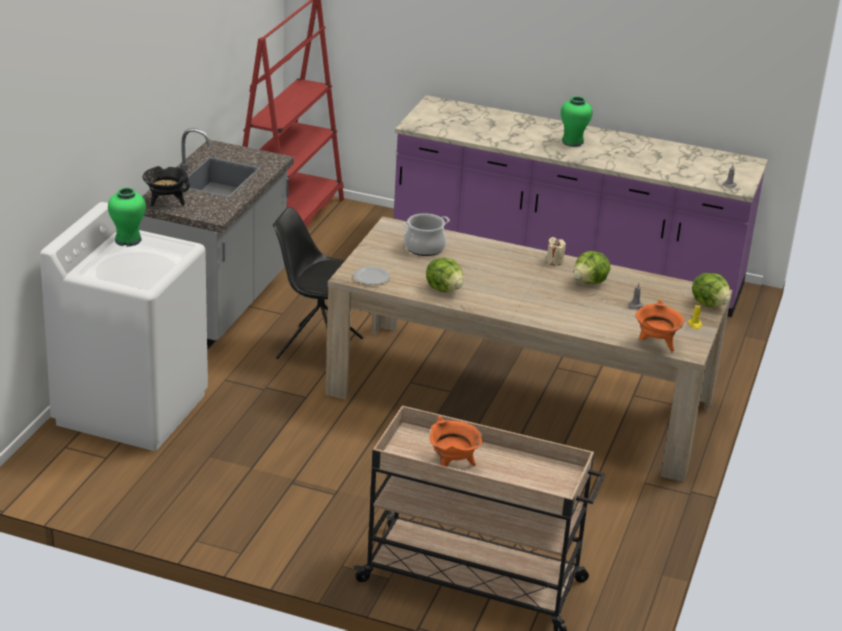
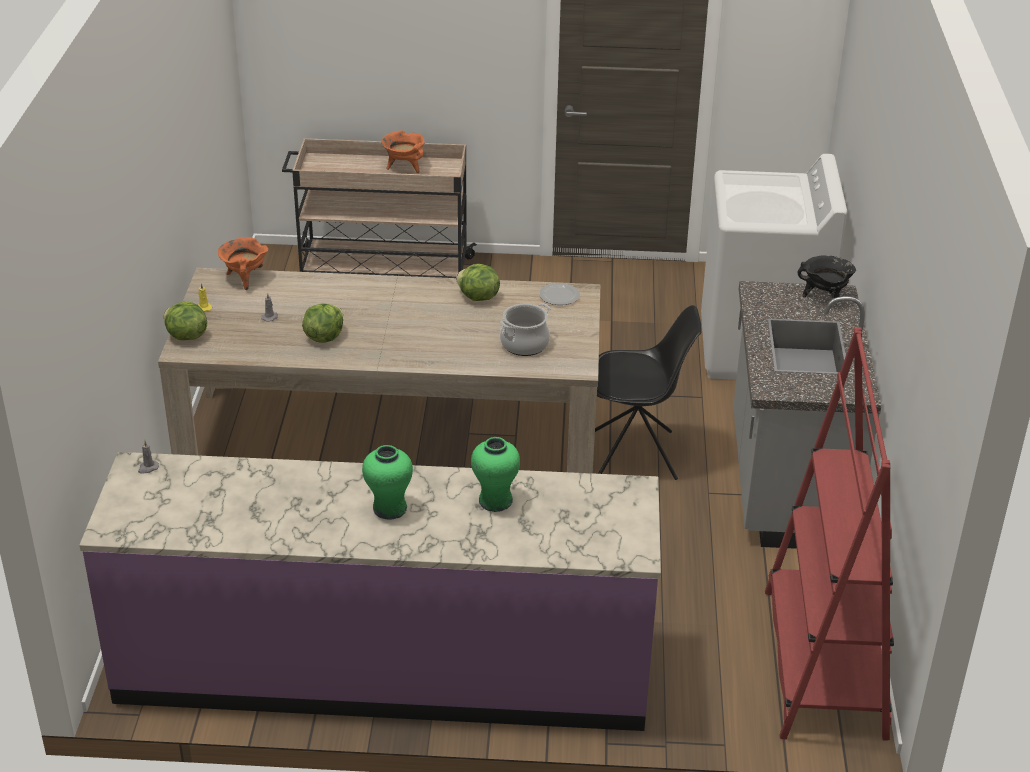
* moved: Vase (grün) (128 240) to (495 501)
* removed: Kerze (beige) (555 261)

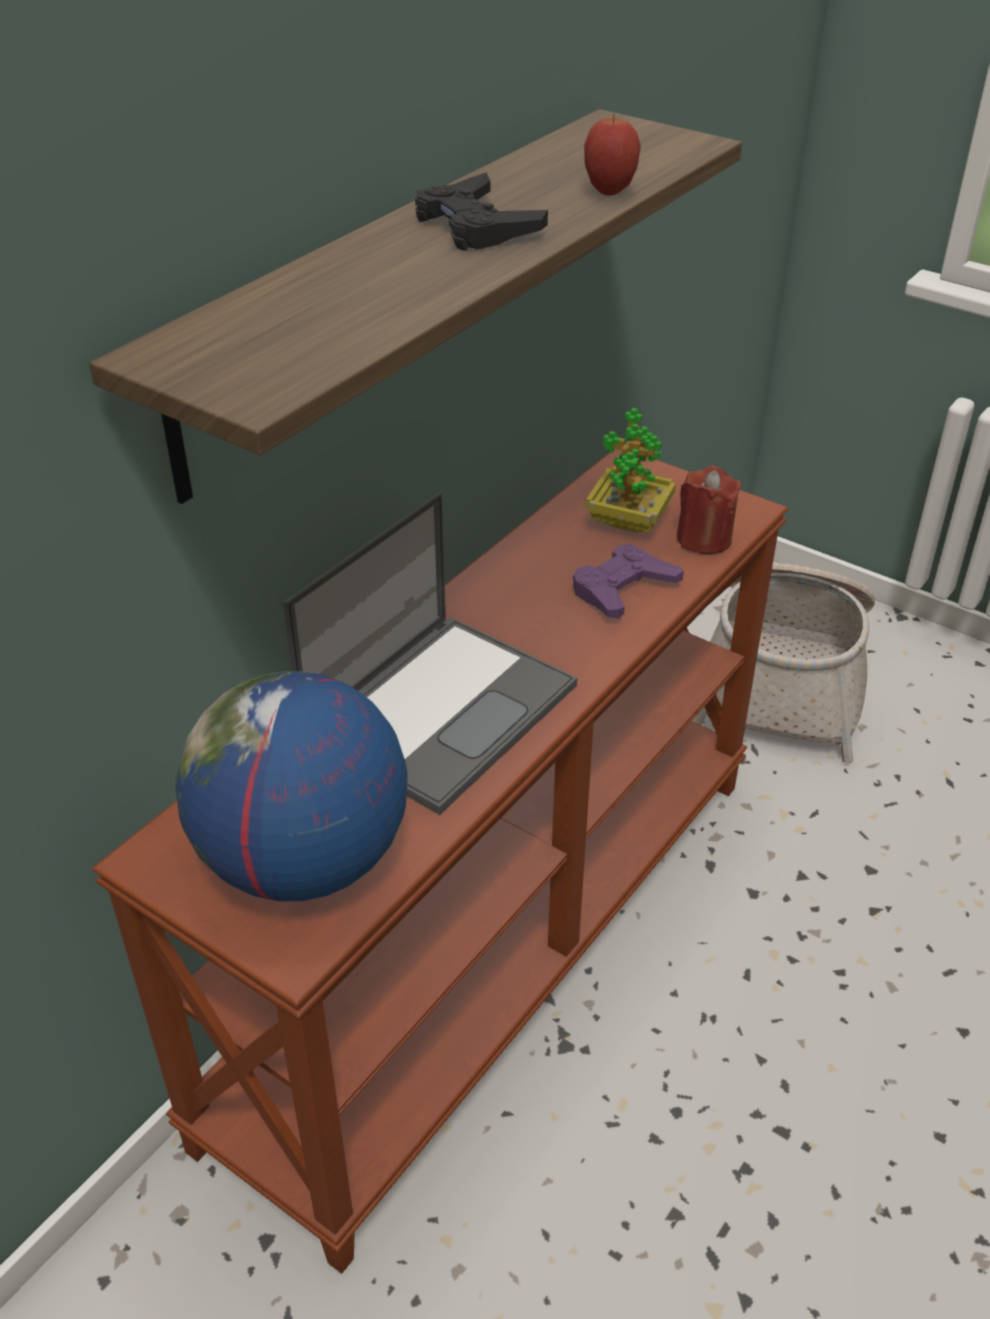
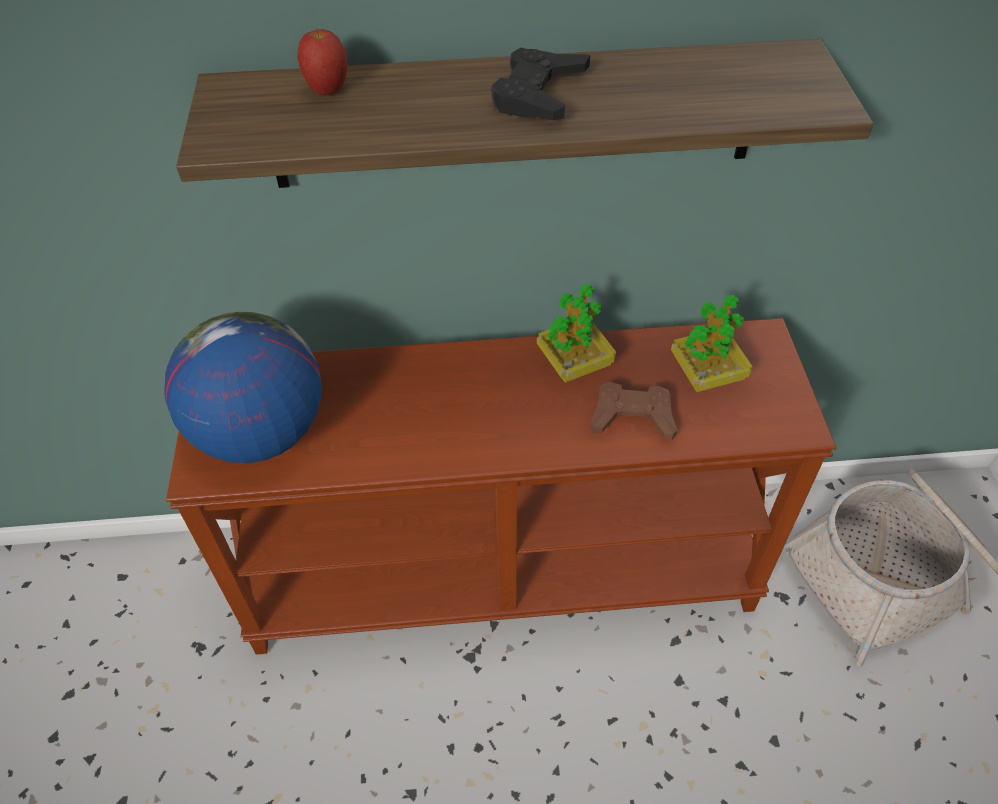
* removed: Laptop (442 708)
* recoloured: Gamepad (lila) (623 589) to Gamepad (braun) (632 417)
* moved: Apfel (609 191) to (328 91)
* removed: Kerze (rot) (704 539)
* added: Topfpflanze (574 365)

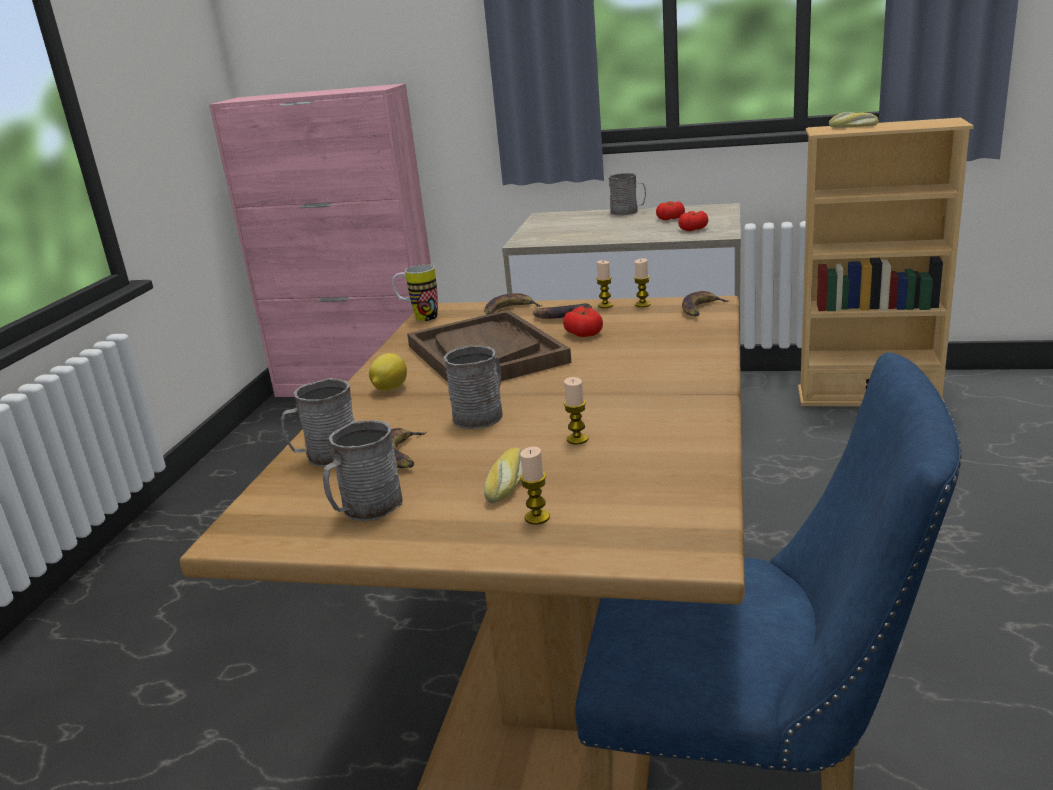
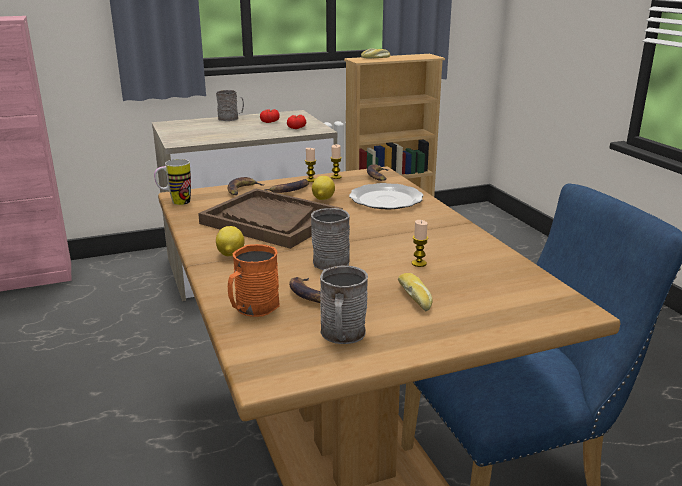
* recoloured: Henkelbecher (grau) (326 456) to Henkelbecher (orange) (253 308)
* removed: Kerze (537 517)
* replaced: Tomate (584 333) to Zitrone (322 199)
* added: Teller (387 200)

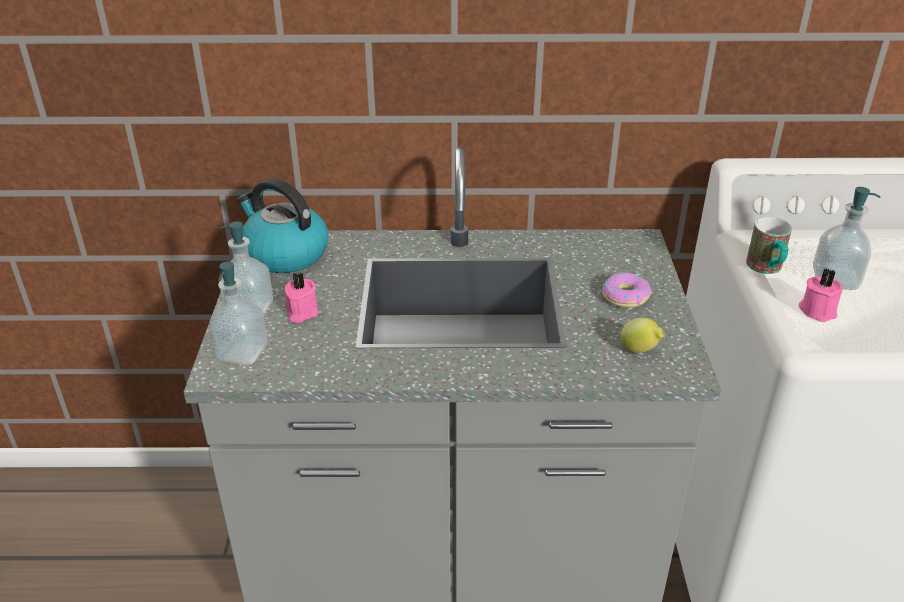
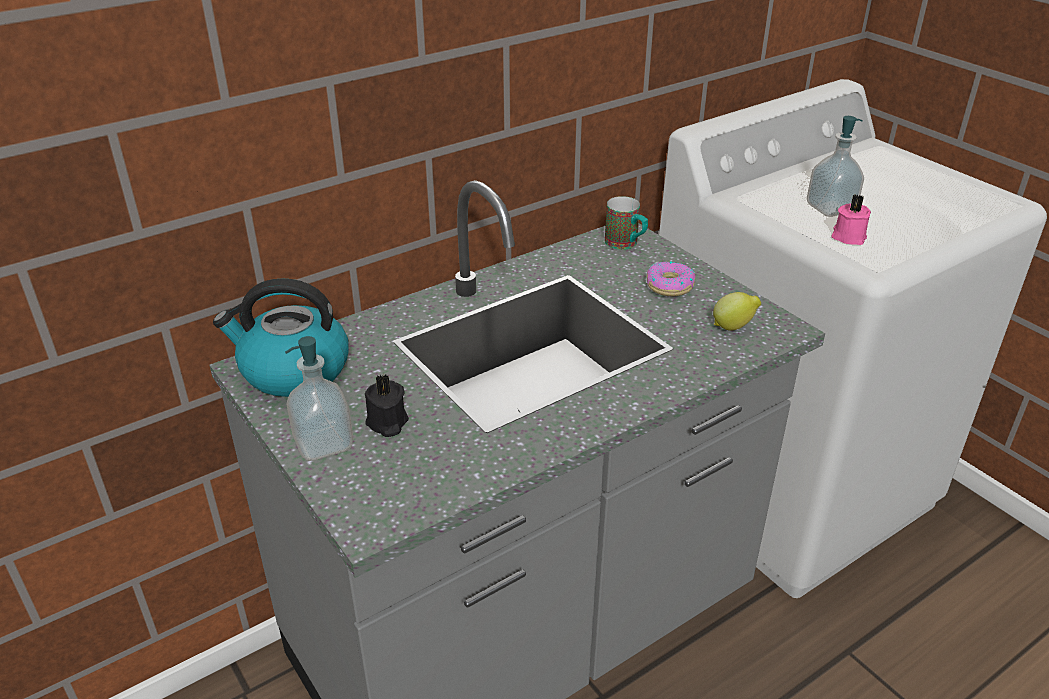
* removed: Seifenspender (242 352)
* recoloured: Kerze (rosa) (301 313) to Kerze (schwarz) (387 423)
* moved: Henkelbecher (766 269) to (626 245)

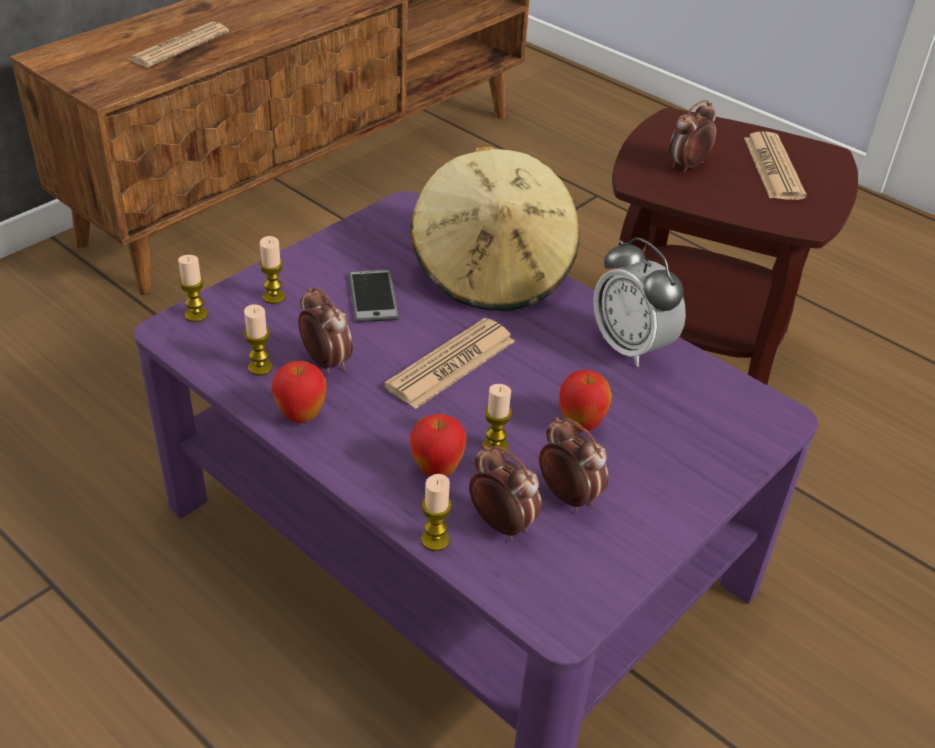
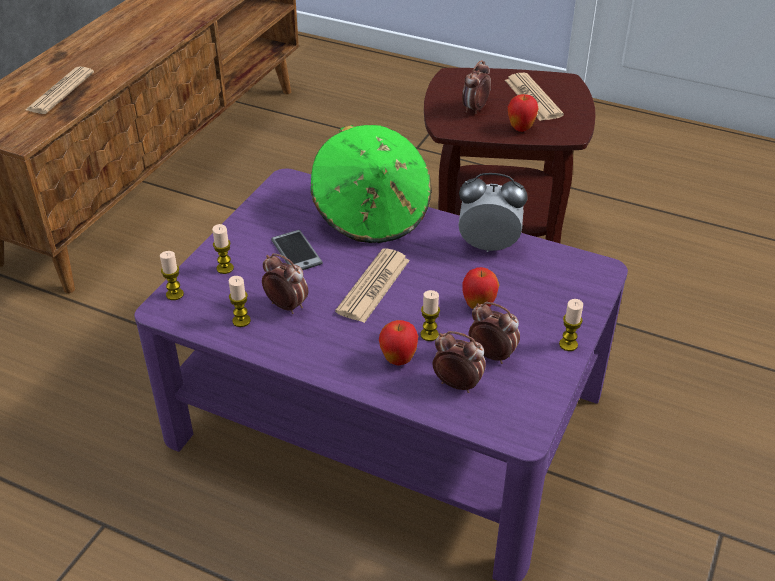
* moved: Apfel (301 416) to (520 128)
* recoloured: Hut (beige) (493 272) to Hut (grün) (372 214)
* moved: Kerze (435 540) to (568 344)
* turned: Wecker (631 347) = (488 245) 150 degrees clockwise

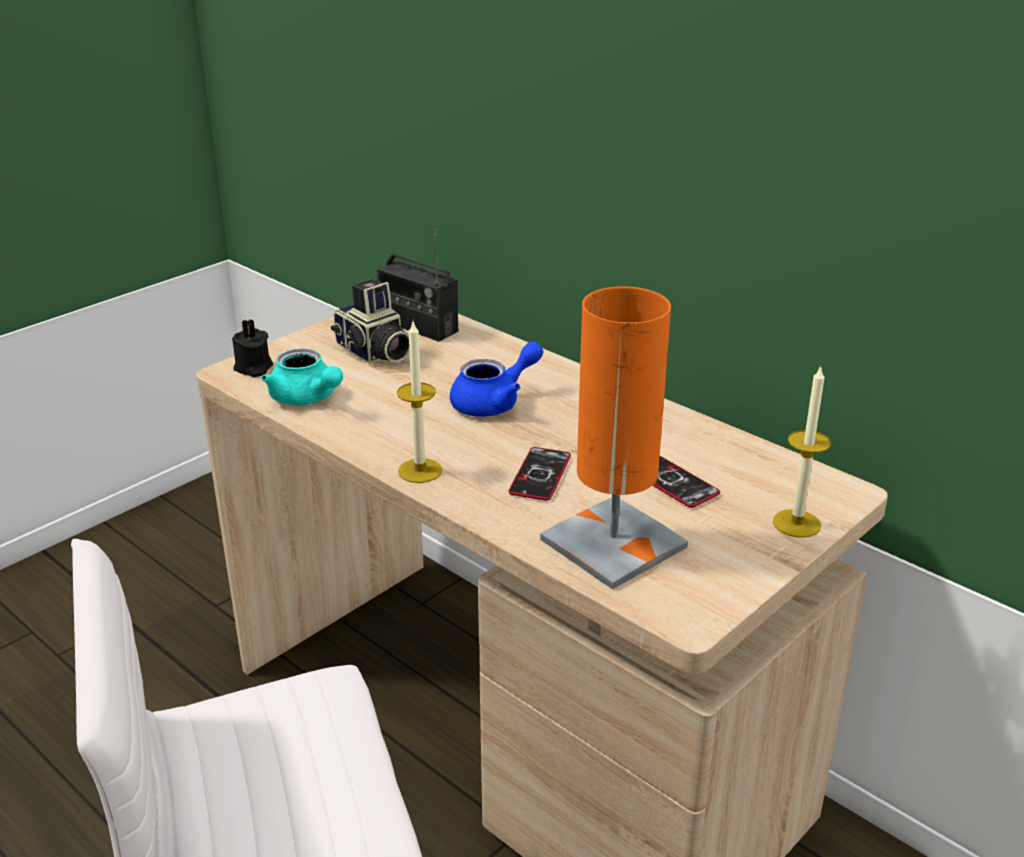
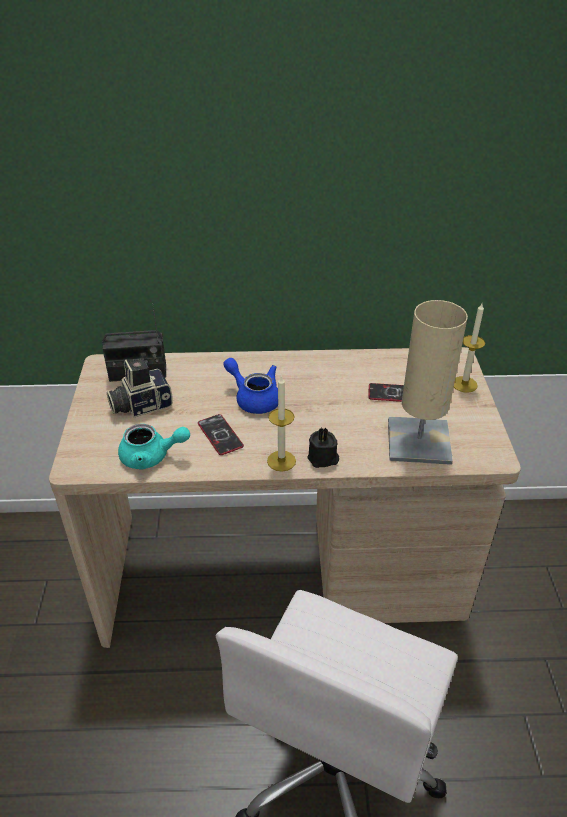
* moved: Kerze (schwarz) (253 368) to (323 459)
* turned: Kamera (373 353) = (140 405) 150 degrees clockwise
* turned: Teekanne (blau) (495 402) = (254 398) 60 degrees counterclockwise
* moved: Handy (540 475) to (220 435)
* recoloured: Tischlampe (orange) (613 543) to Tischlampe (beige) (418 441)

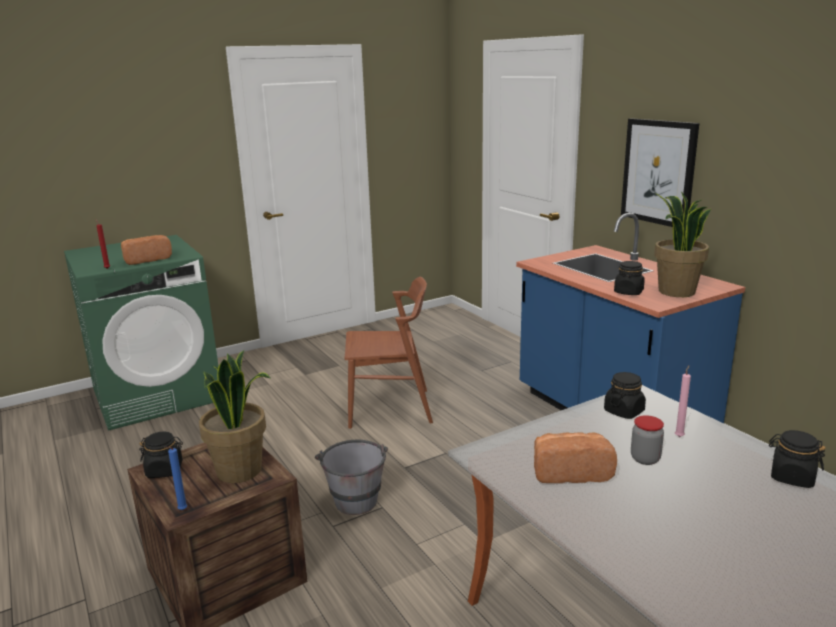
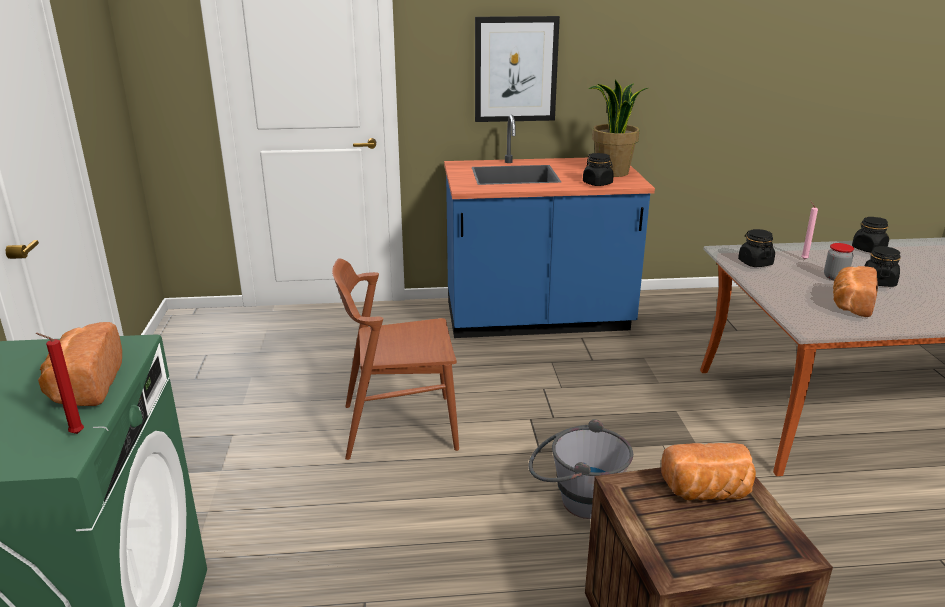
* moved: Vorratsglas (schwarz) (165 470) to (878 282)
* removed: Kerze (blau) (181 511)
* replaced: Topfpflanze (240 471) to Brot (707 493)
* turned: Stuhl (braun) (390 408) = (399 426) 120 degrees counterclockwise

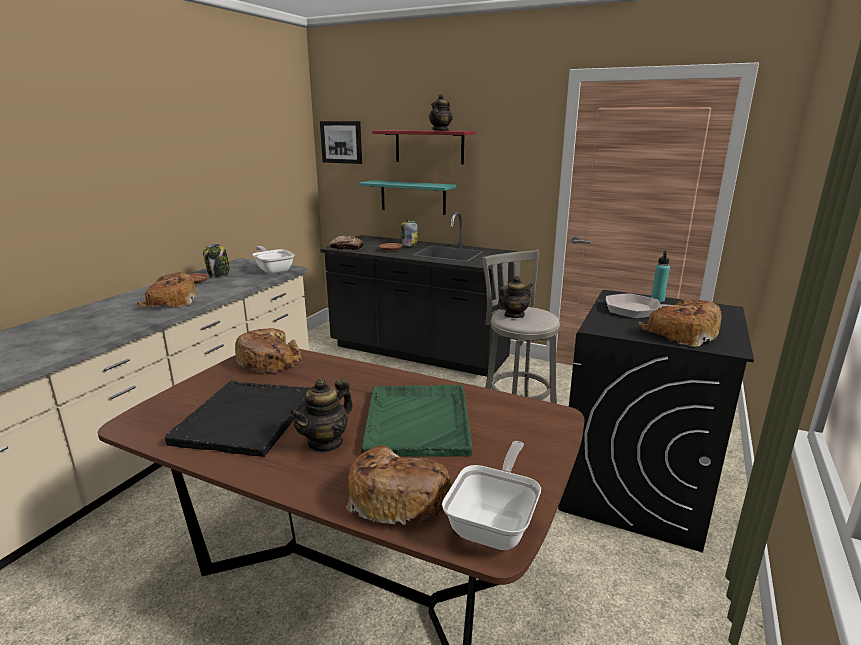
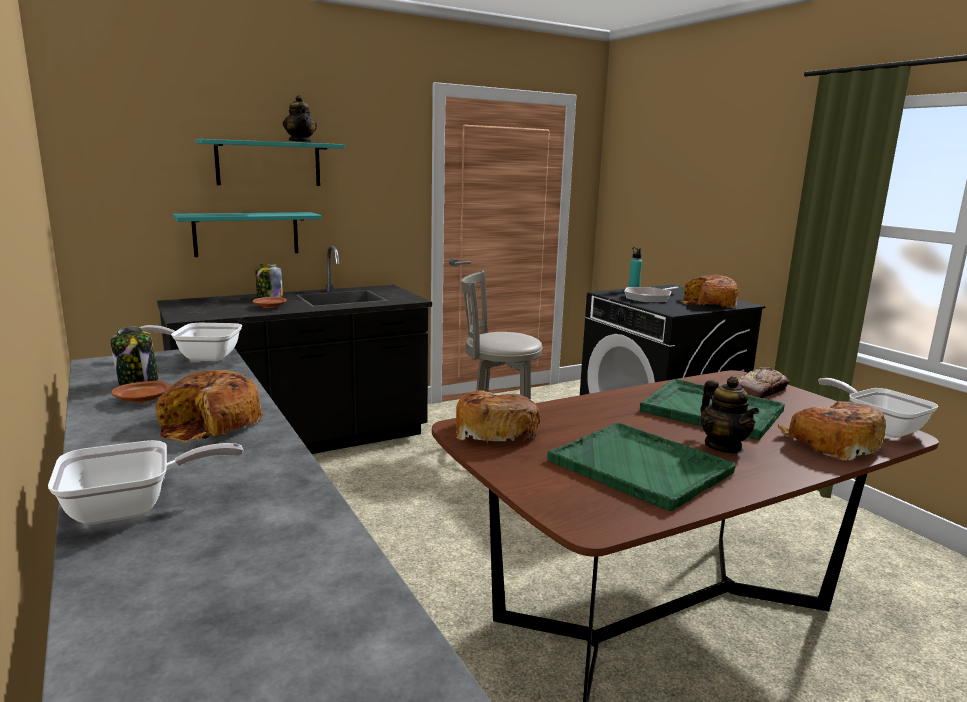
* recoloured: Tablett (schwarz) (245 419) to Tablett (grün) (641 467)
* removed: Bild (341 142)
* moved: Brot (347 248) to (761 391)
* recoloured: Wandregal (rot) (429 146) to Wandregal (türkis) (268 163)
* removed: Teekanne (514 315)
* added: Pfanne (132 508)

